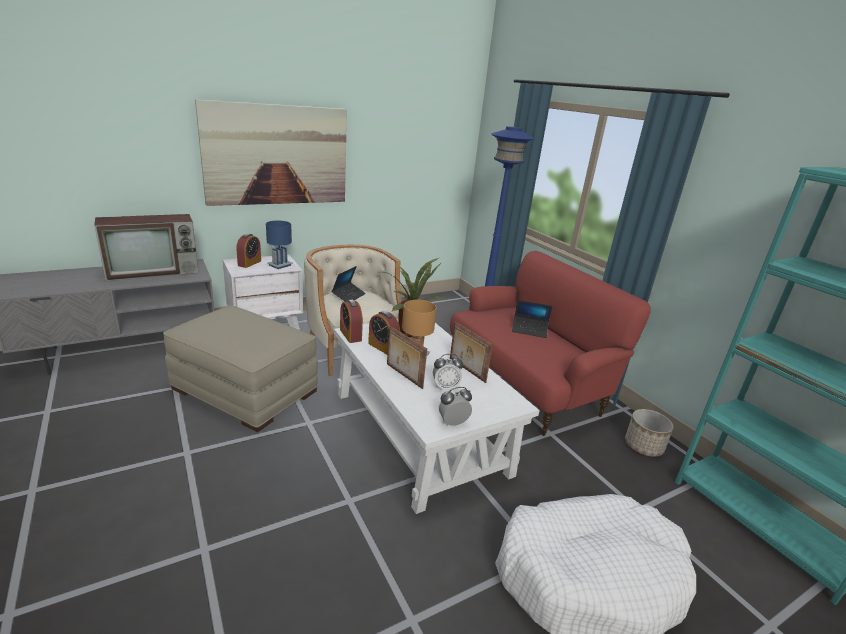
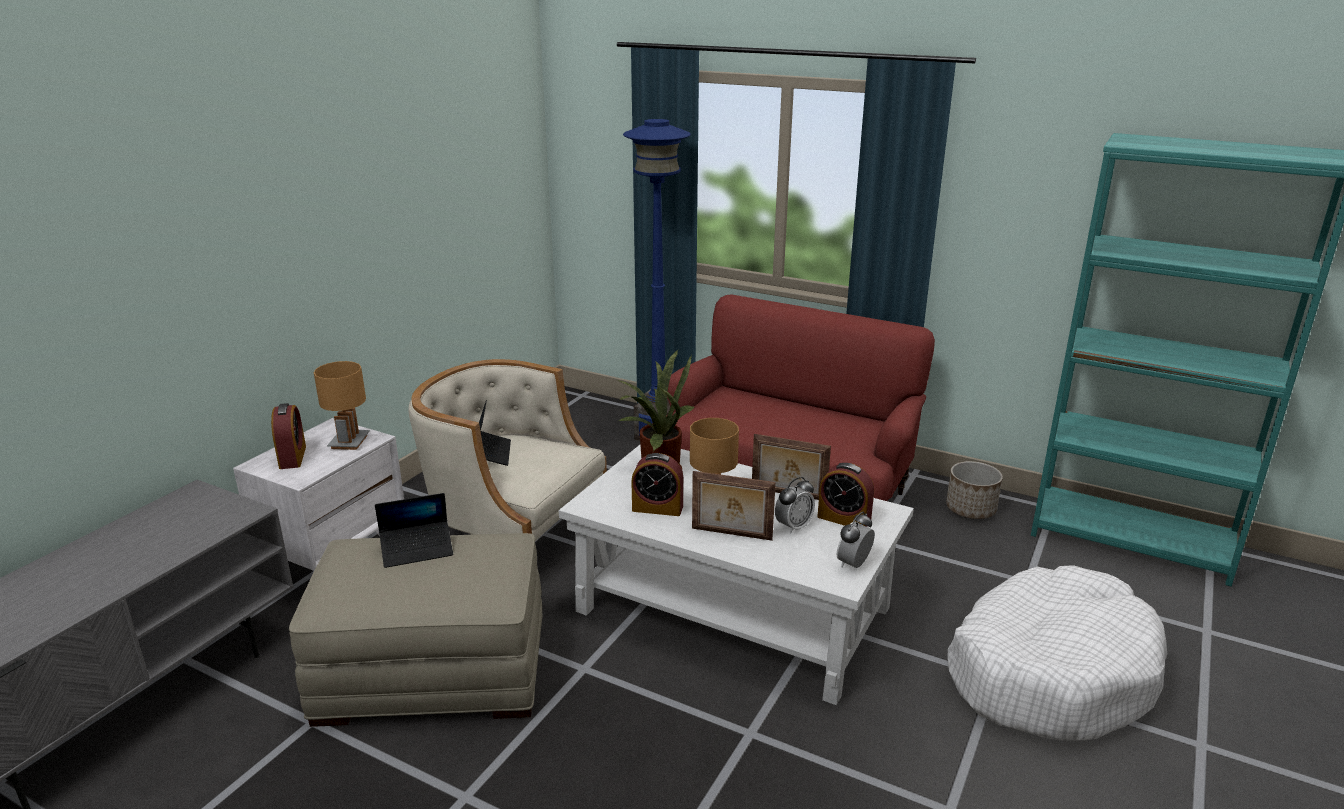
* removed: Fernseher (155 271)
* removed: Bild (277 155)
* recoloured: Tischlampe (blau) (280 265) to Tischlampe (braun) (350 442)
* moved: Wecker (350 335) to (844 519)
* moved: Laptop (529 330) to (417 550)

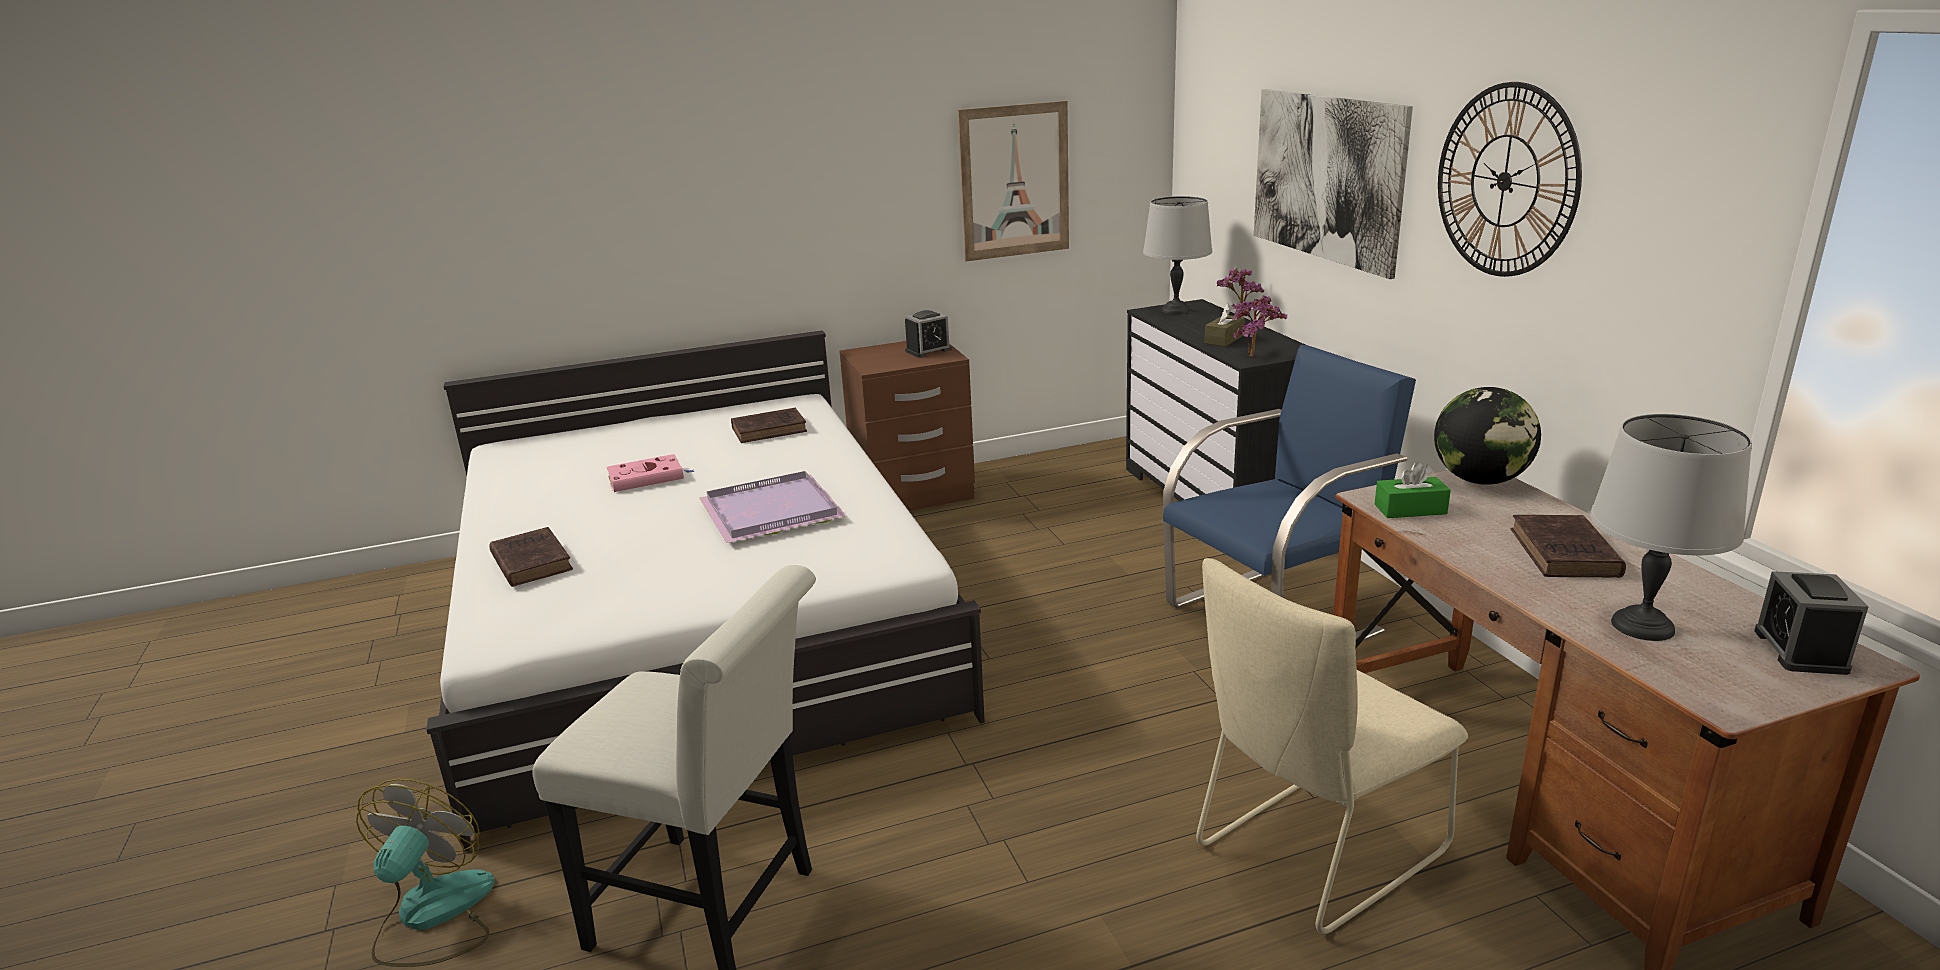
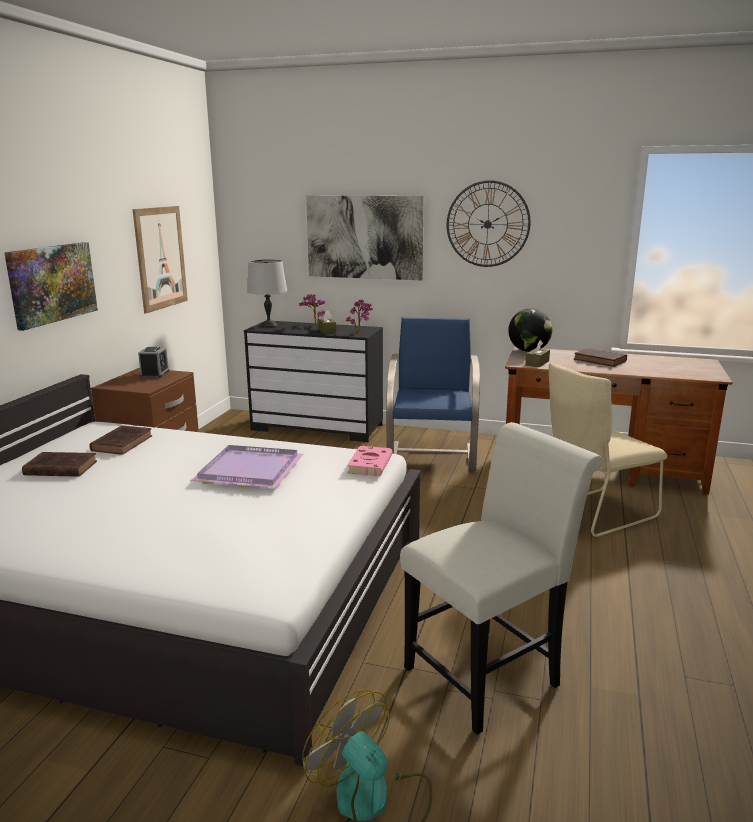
* moved: Buch (braun) (531 561) to (59 468)
* moved: Buch (rosa) (648 478) to (370 464)
* turned: Stuhl (beige) (1313 853) = (594 513) 60 degrees clockwise
* recoloured: Taschentuchbox (grün) (1410 509) to Taschentuchbox (braun) (537 363)
* removed: Tischlampe (grau) (1643 626)
* removed: Wecker (1800 651)
* added: Bild (52 283)

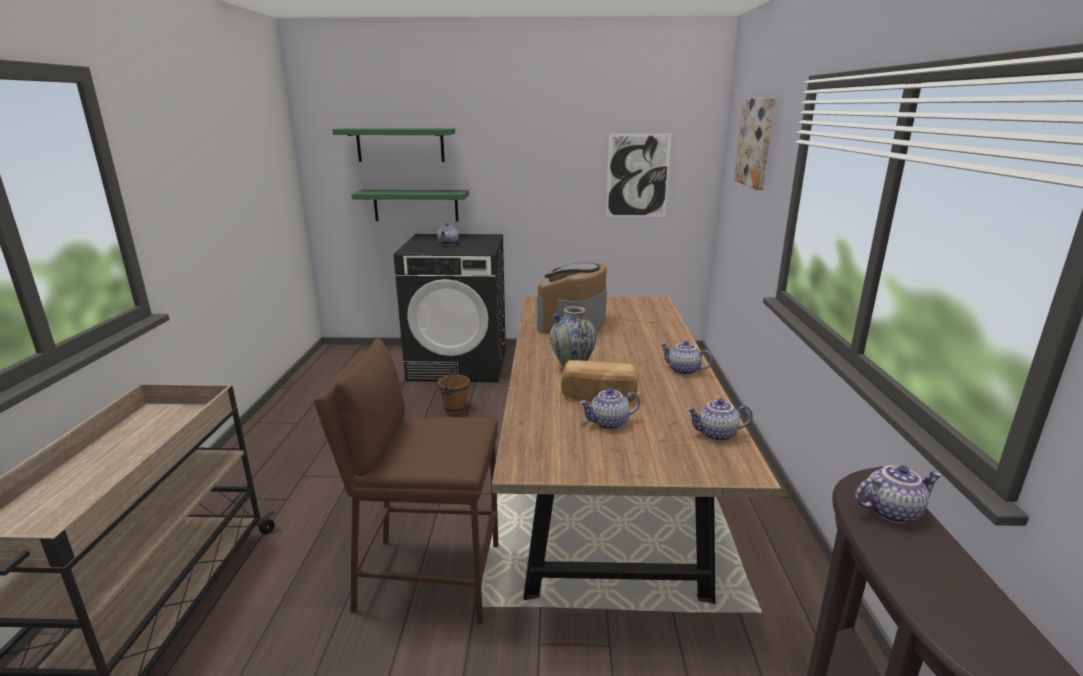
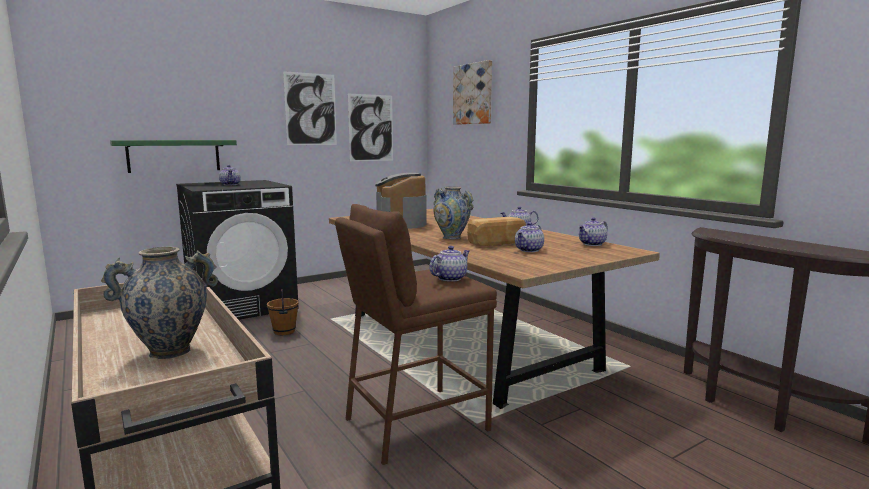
* removed: Wandregal (grün) (400 145)
* moved: Teekanne (890 511) to (449 278)
* added: Vase (170 351)
* added: Bild (310 109)

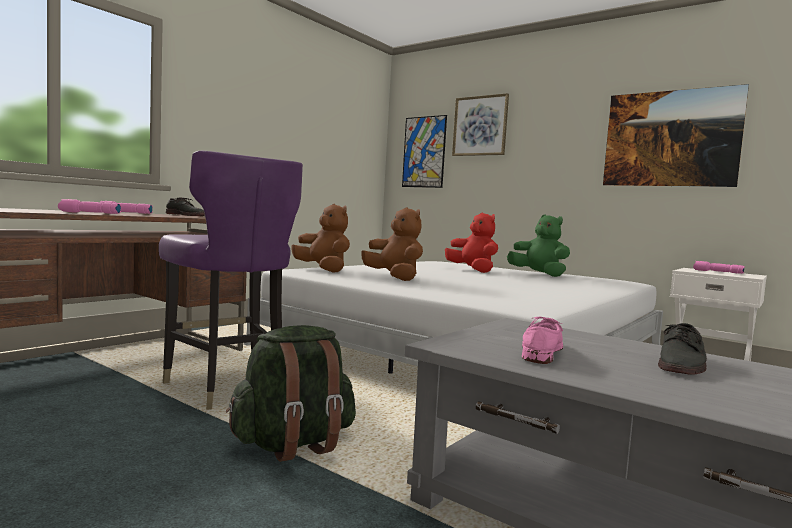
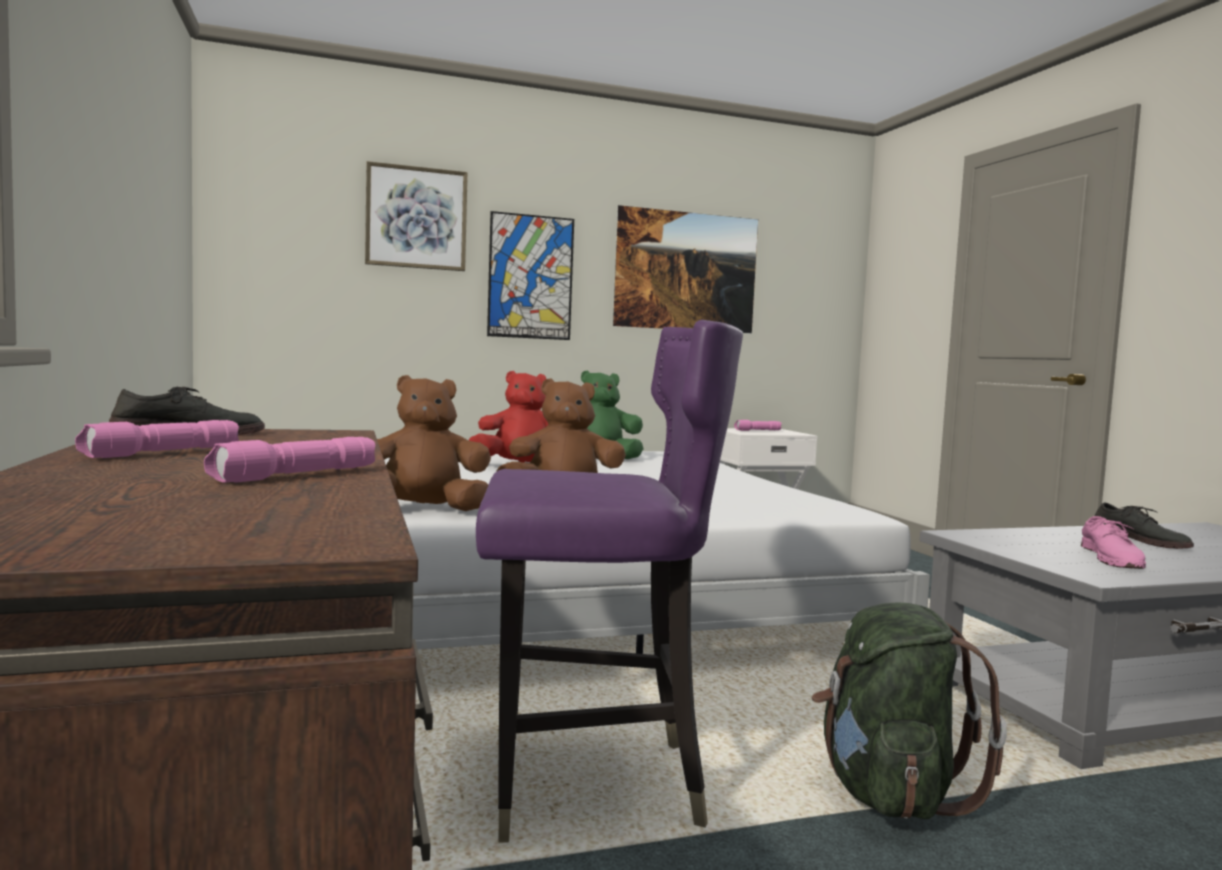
* moved: Bild (424 152) to (530 277)
* turned: Schuh (rosa) (541 351) = (1112 558) 135 degrees counterclockwise

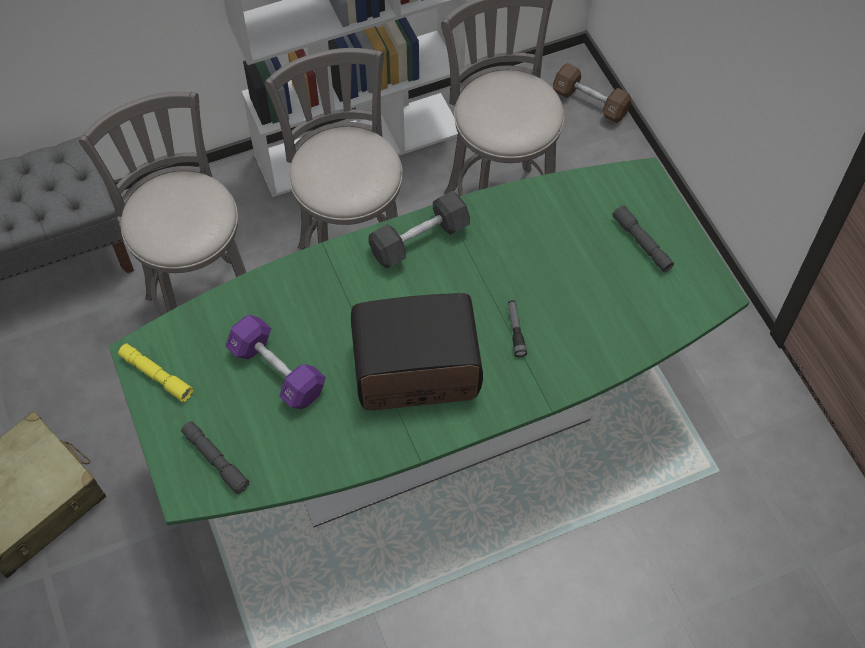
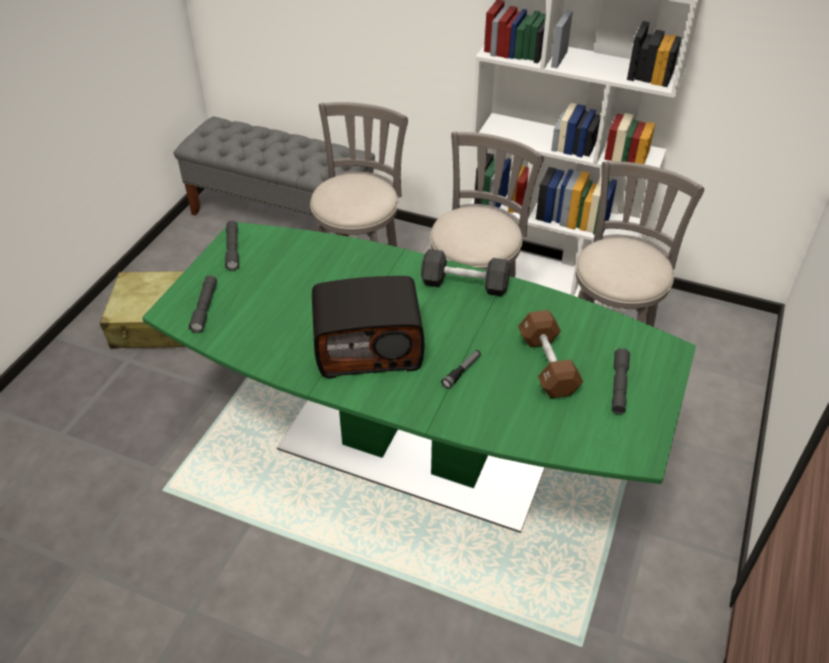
* recoloured: Taschenlampe (gelb) (156 376) to Taschenlampe (grau) (233 249)
* removed: Hantel (lila) (277 371)
* turned: Radio (415 372) = (369 347) 135 degrees clockwise
* moved: Hantel (braun) (590 102) to (547 365)

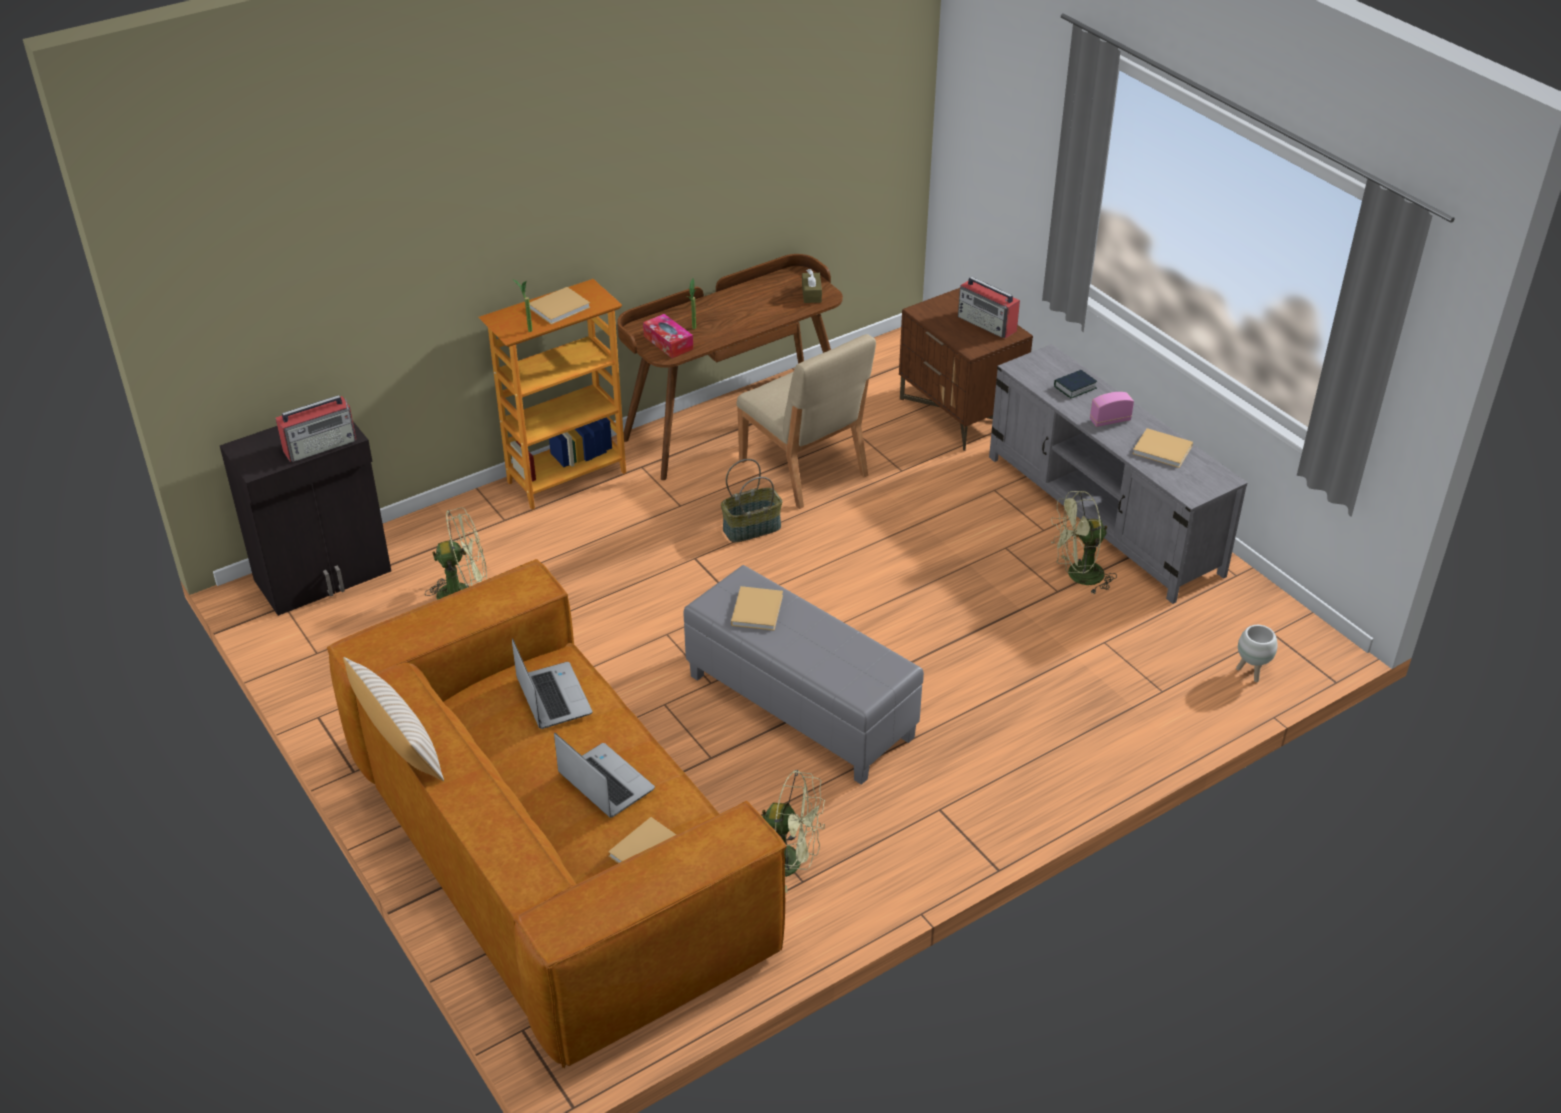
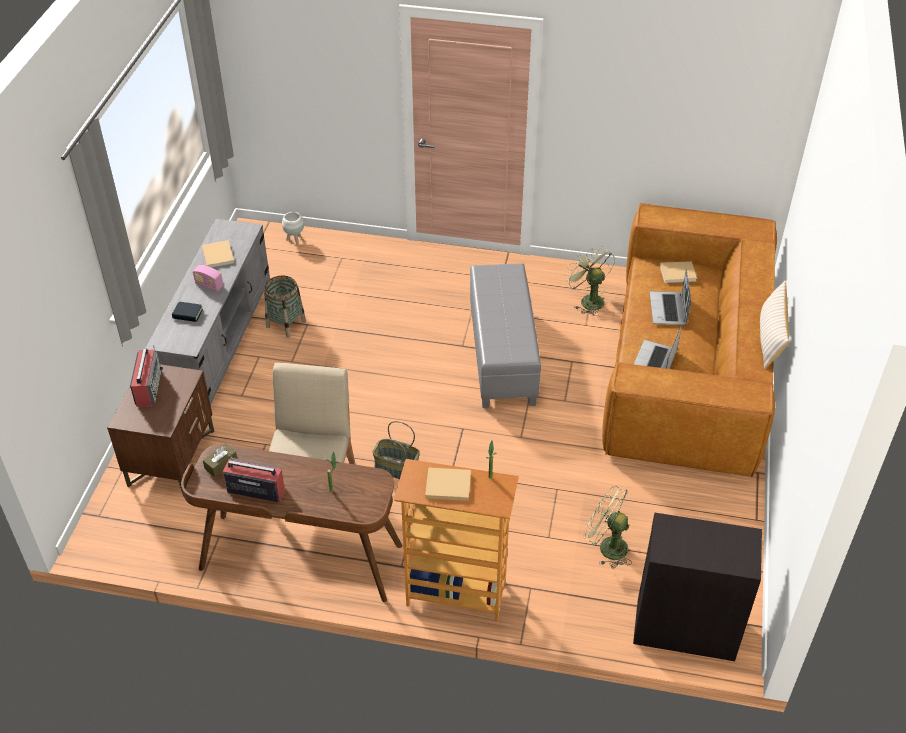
* moved: Radio (321 445) to (255 490)
* removed: Taschentuchbox (668 342)
* removed: Buch (beige) (757 609)
* replaced: Ventilator (grün) (1078 576) to Korb (286 324)

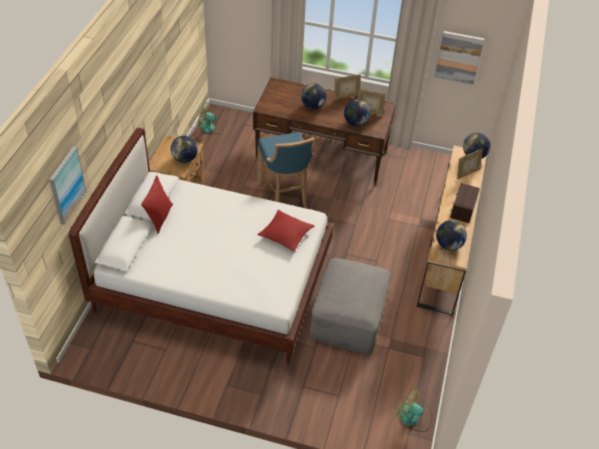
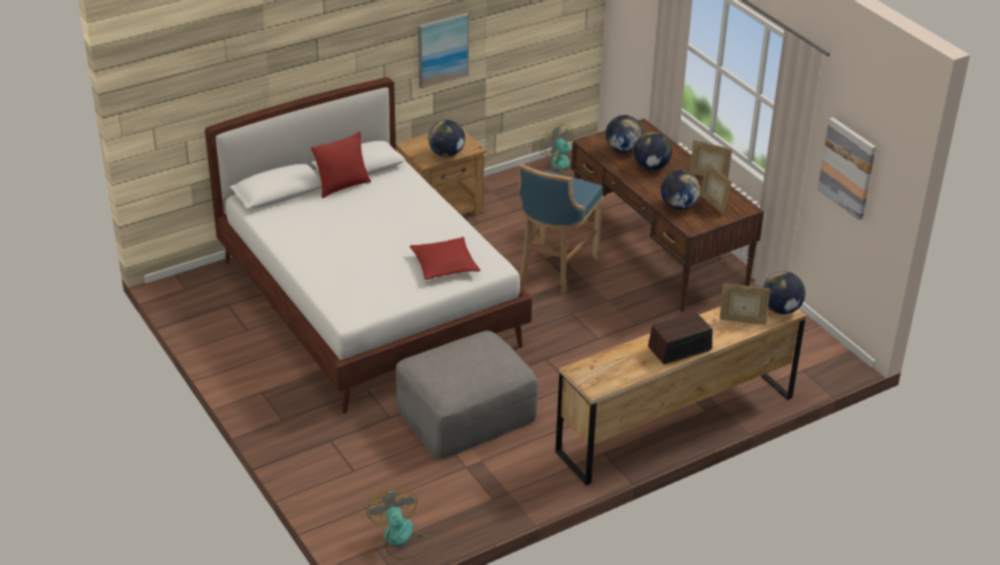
* moved: Bild (66 185) to (442 49)
* moved: Globus (448 245) to (623 149)

